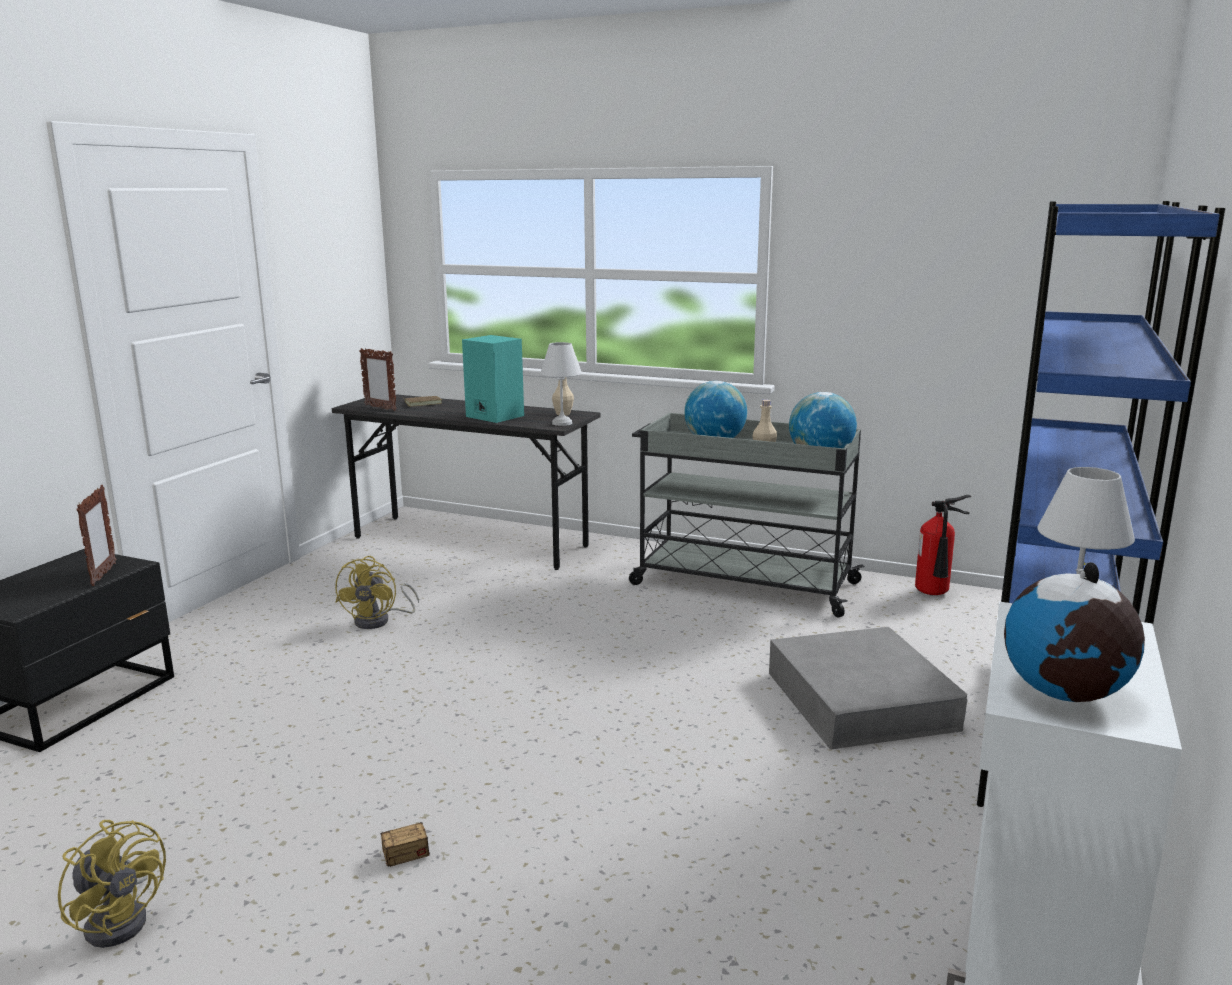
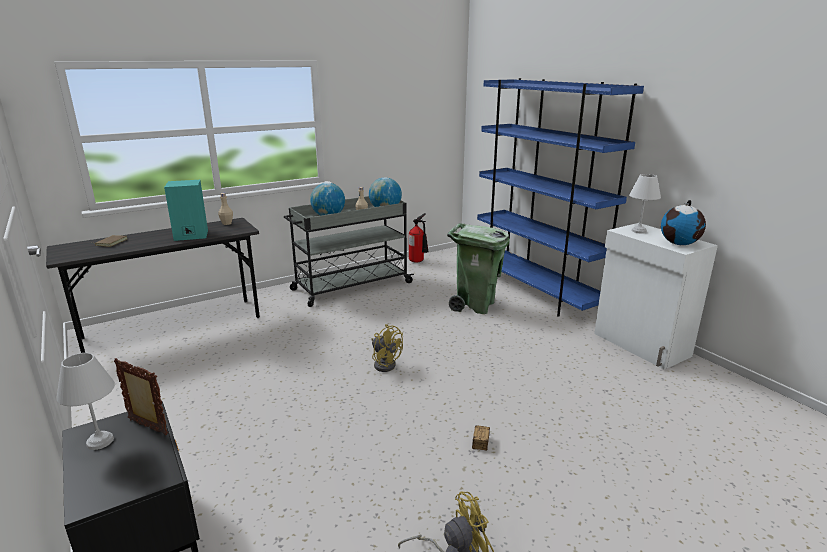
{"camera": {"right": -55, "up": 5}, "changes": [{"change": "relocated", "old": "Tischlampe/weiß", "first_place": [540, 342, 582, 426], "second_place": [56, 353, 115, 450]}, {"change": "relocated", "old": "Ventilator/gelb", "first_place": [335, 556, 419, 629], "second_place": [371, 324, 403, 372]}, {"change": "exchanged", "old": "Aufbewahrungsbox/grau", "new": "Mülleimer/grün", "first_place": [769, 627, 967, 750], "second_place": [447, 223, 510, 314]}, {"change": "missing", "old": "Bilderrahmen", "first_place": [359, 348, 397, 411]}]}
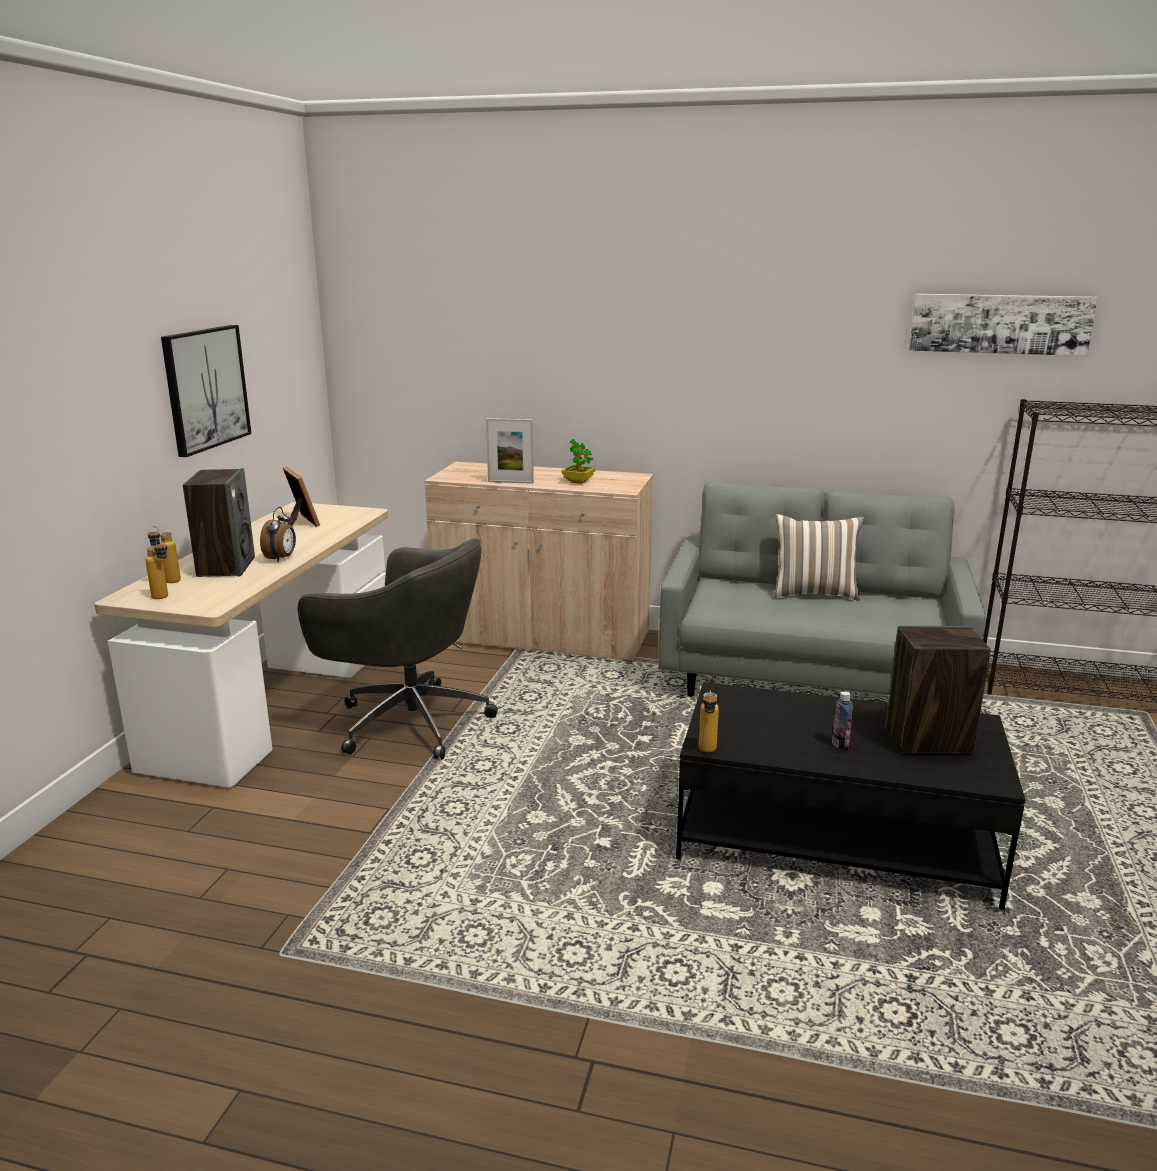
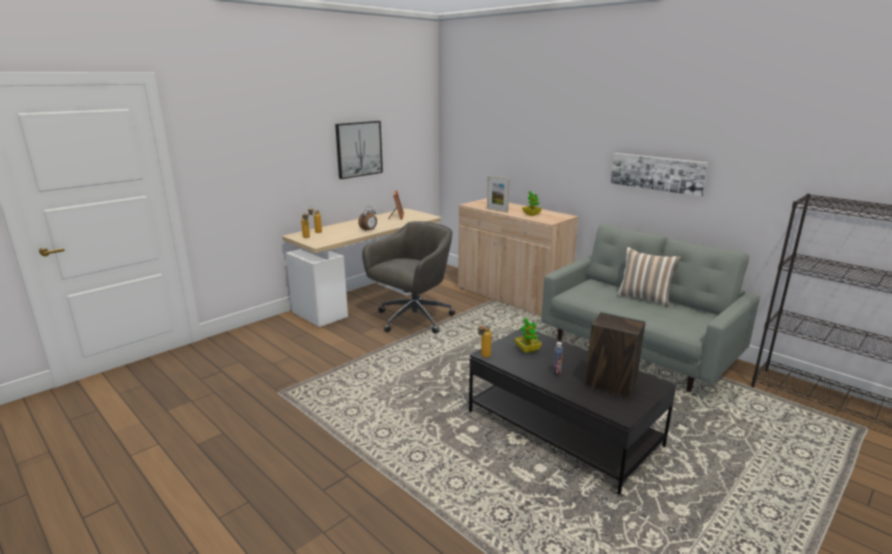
{"camera": {"right": 30, "up": 0}, "changes": [{"change": "spun", "old": "Bürostuhl/grau", "first_place": [298, 539, 498, 760], "second_place": [362, 221, 455, 334], "degrees": -105}, {"change": "appeared", "new": "Topfpflanze", "second_place": [515, 318, 542, 353]}, {"change": "relocated", "old": "Bild", "first_place": [909, 294, 1098, 356], "second_place": [610, 153, 708, 196]}, {"change": "missing", "old": "Lautsprecher", "first_place": [183, 468, 255, 577]}]}
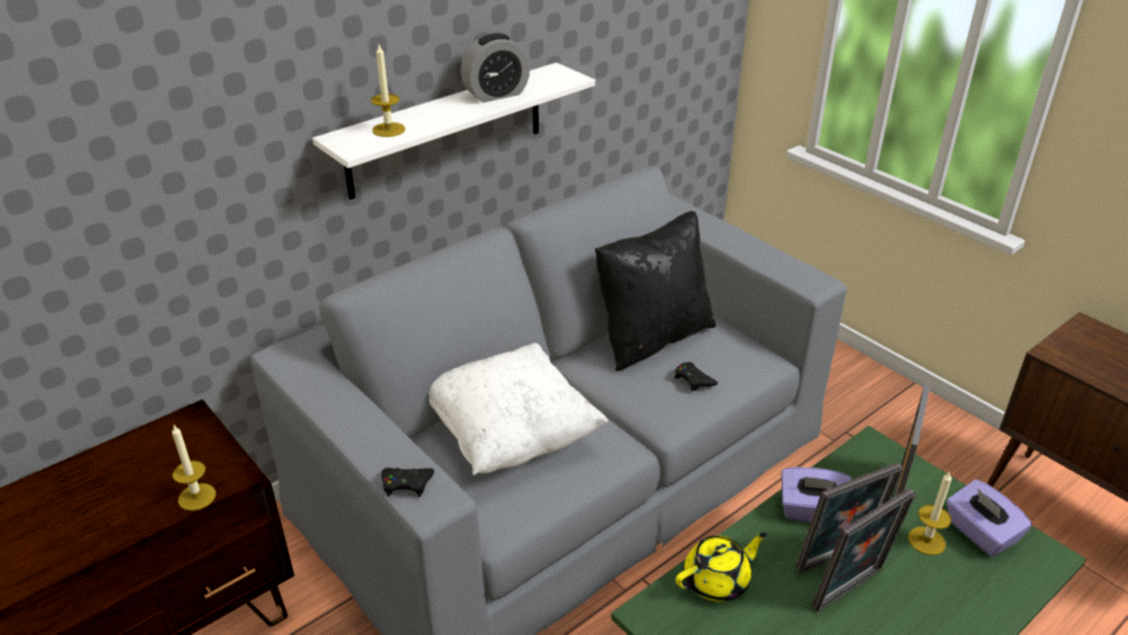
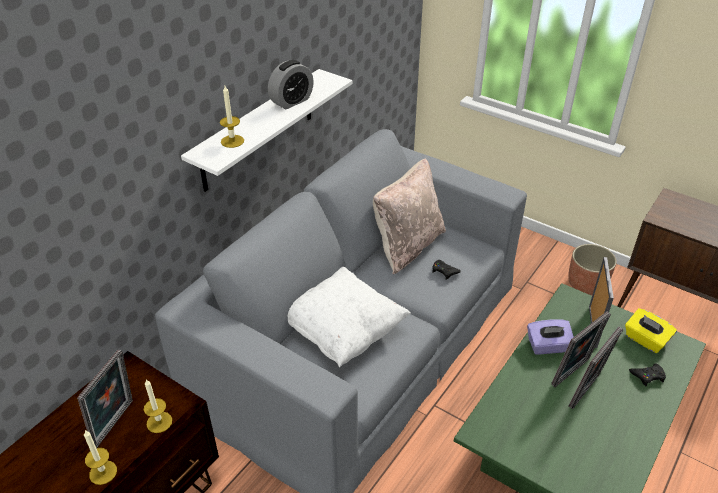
{"camera": {"right": -15, "up": 5}, "changes": [{"change": "appeared", "new": "Bilderrahmen", "second_place": [77, 349, 133, 448]}, {"change": "relocated", "old": "Kerze", "first_place": [908, 471, 952, 555], "second_place": [84, 430, 117, 485]}, {"change": "colour", "old": "Kissen/schwarz", "new": "Kissen/beige", "first_place": [595, 211, 716, 371], "second_place": [373, 159, 446, 274]}, {"change": "appeared", "new": "Pflanzkübel", "second_place": [568, 244, 617, 295]}, {"change": "colour", "old": "Taschentuchbox/lila", "new": "Taschentuchbox/gelb", "first_place": [946, 479, 1032, 556], "second_place": [625, 308, 677, 353]}, {"change": "relocated", "old": "Gamepad/schwarz", "first_place": [381, 468, 434, 497], "second_place": [629, 363, 666, 386]}, {"change": "missing", "old": "Teekanne/gelb", "first_place": [676, 533, 767, 602]}]}
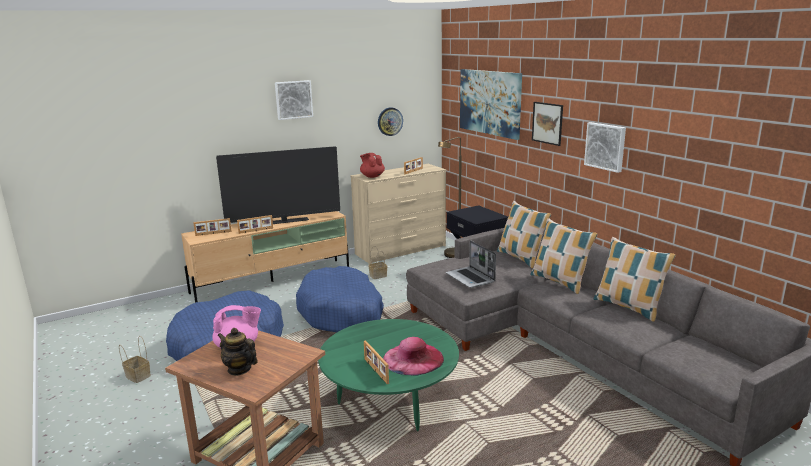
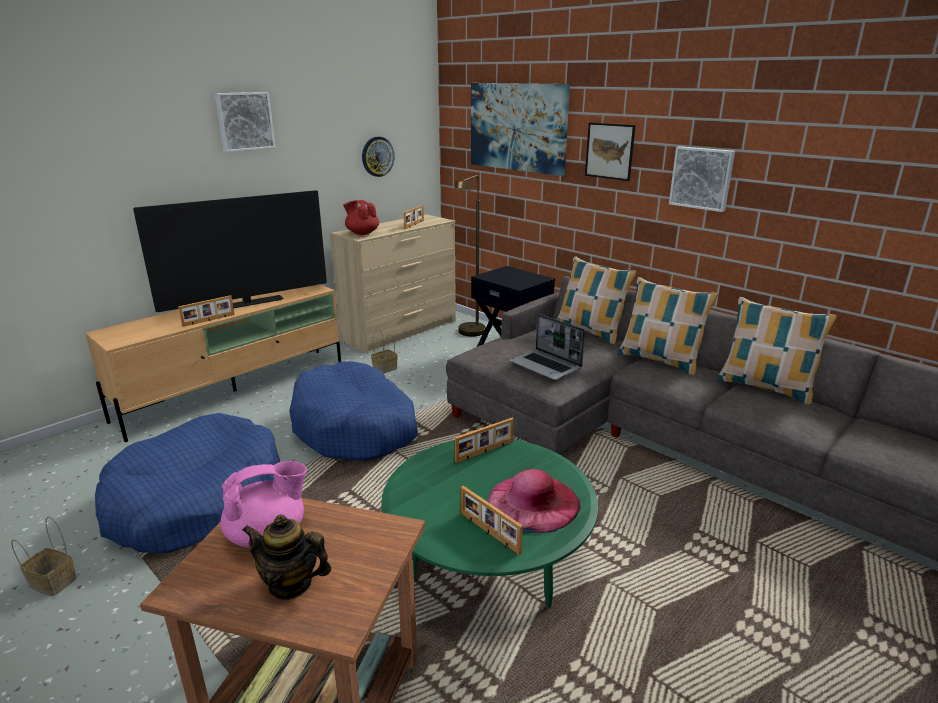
{"camera": {"right": -15, "up": 5}, "changes": [{"change": "relocated", "old": "Bilderrahmen", "first_place": [193, 218, 232, 236], "second_place": [455, 418, 514, 463]}]}
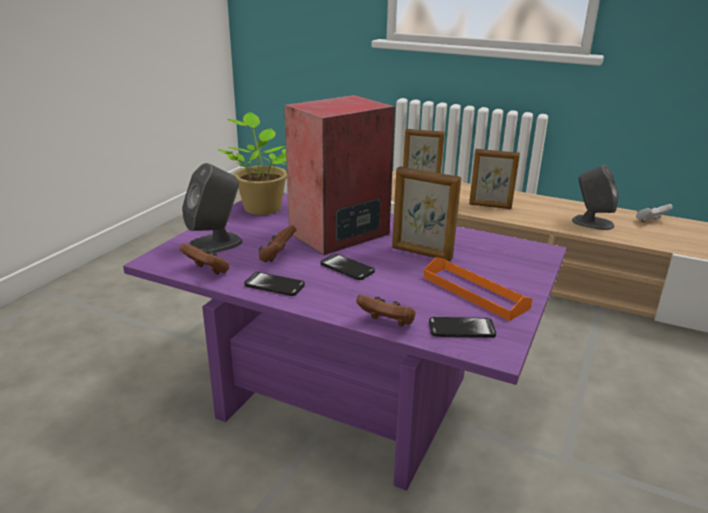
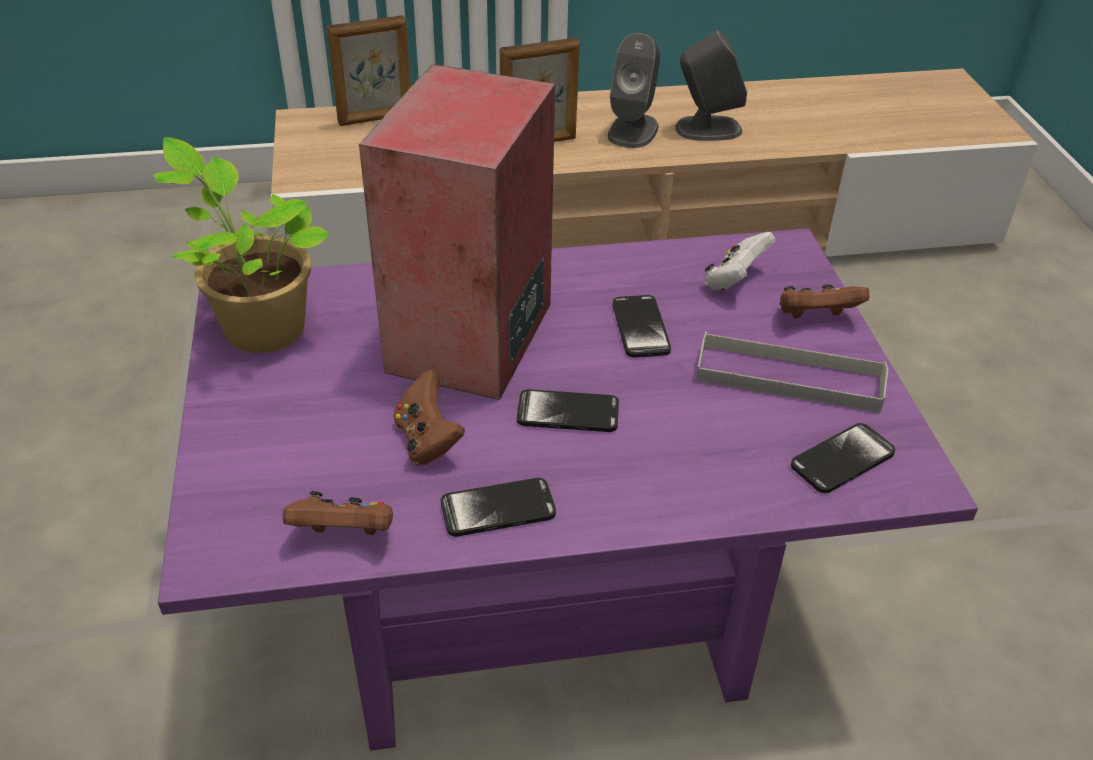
{"camera": {"right": -35, "up": 15}, "changes": [{"change": "relocated", "old": "Lautsprecher/grau", "first_place": [182, 163, 243, 254], "second_place": [608, 33, 660, 148]}, {"change": "exchanged", "old": "Bilderrahmen", "new": "Handy", "first_place": [392, 166, 461, 261], "second_place": [613, 295, 671, 358]}, {"change": "colour", "old": "Tablett/orange", "new": "Tablett/grau", "first_place": [424, 257, 532, 321], "second_place": [696, 332, 888, 413]}, {"change": "relocated", "old": "Gamepad/weiß", "first_place": [636, 204, 673, 222], "second_place": [705, 232, 775, 290]}, {"change": "relocated", "old": "Gamepad/braun", "first_place": [356, 294, 416, 327], "second_place": [779, 284, 870, 319]}]}
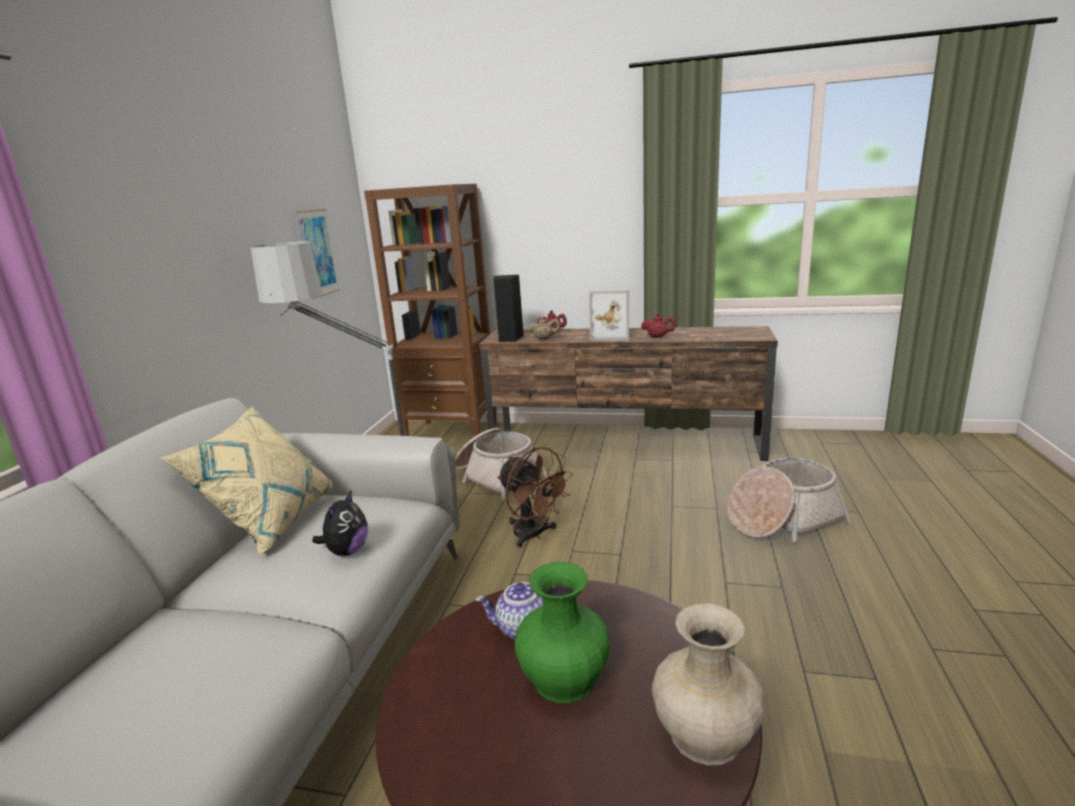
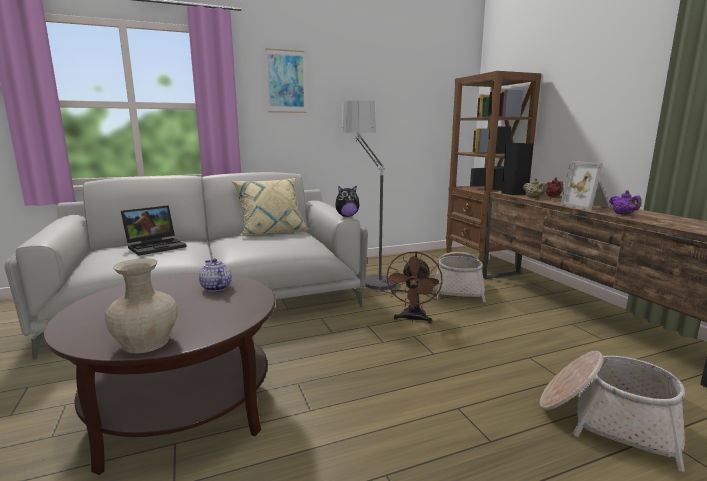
{"camera": {"right": 55, "up": -5}, "changes": [{"change": "appeared", "new": "Laptop", "second_place": [121, 205, 187, 256]}, {"change": "relocated", "old": "Bild", "first_place": [294, 209, 340, 300], "second_place": [265, 48, 306, 113]}, {"change": "relocated", "old": "Plüschtier", "first_place": [312, 491, 368, 556], "second_place": [335, 186, 359, 217]}, {"change": "colour", "old": "Teekanne/rot", "new": "Teekanne/lila", "first_place": [641, 313, 676, 338], "second_place": [609, 190, 642, 215]}, {"change": "missing", "old": "Vase/grün", "first_place": [515, 562, 610, 703]}]}
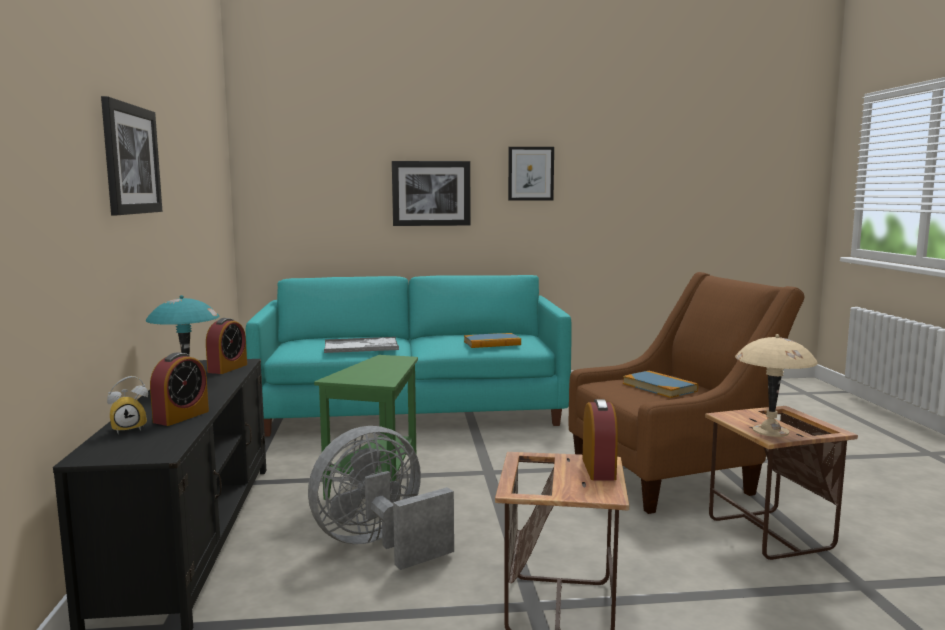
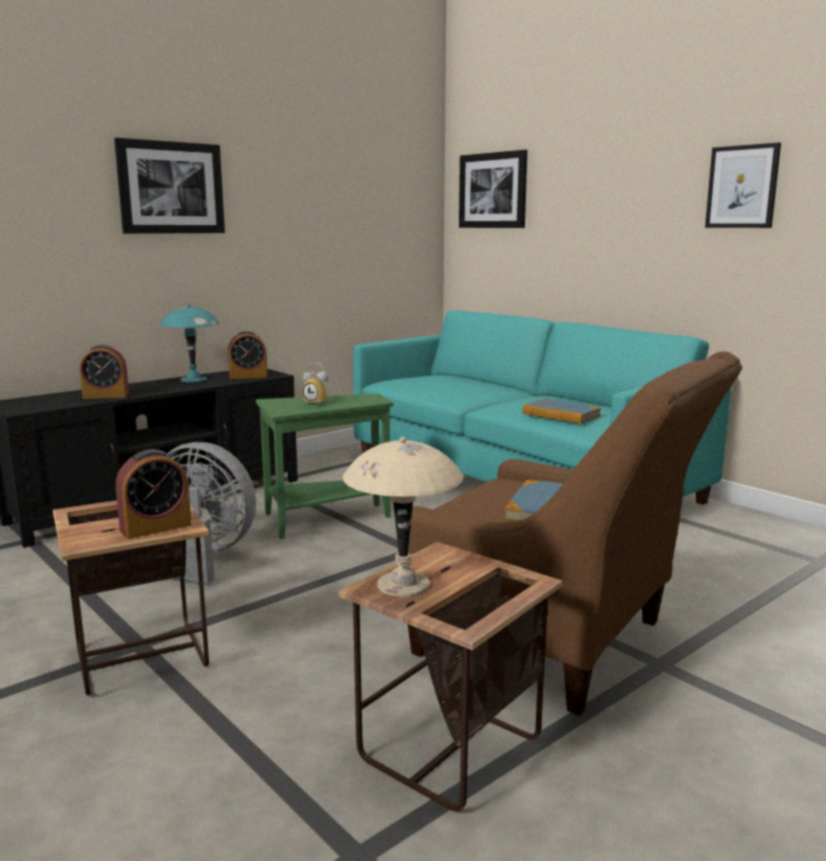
{"camera": {"right": 55, "up": 5}, "changes": [{"change": "relocated", "old": "Wecker", "first_place": [107, 376, 148, 434], "second_place": [303, 363, 328, 406]}, {"change": "relocated", "old": "Bild", "first_place": [392, 161, 470, 226], "second_place": [459, 150, 528, 228]}, {"change": "missing", "old": "Tablett", "first_place": [324, 337, 399, 353]}]}
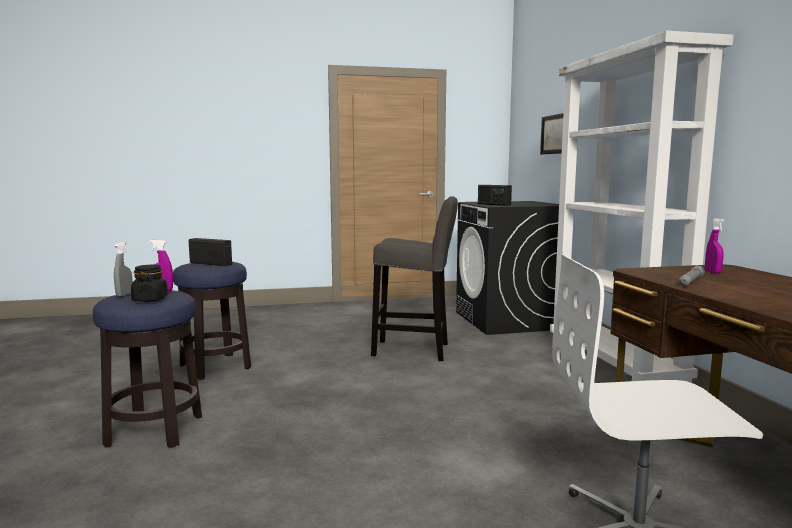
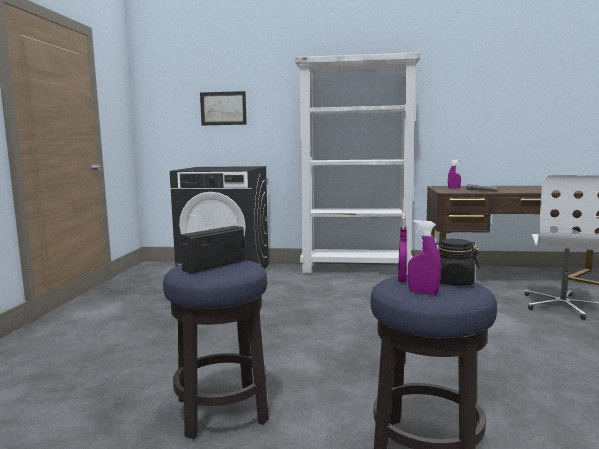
{"camera": {"right": -70, "up": 0}, "changes": [{"change": "colour", "old": "Sprühflasche/grau", "new": "Sprühflasche/lila", "first_place": [114, 241, 133, 297], "second_place": [408, 220, 441, 295]}, {"change": "missing", "old": "Hocker/grau", "first_place": [371, 196, 458, 361]}, {"change": "missing", "old": "Radio", "first_place": [478, 185, 512, 206]}]}
